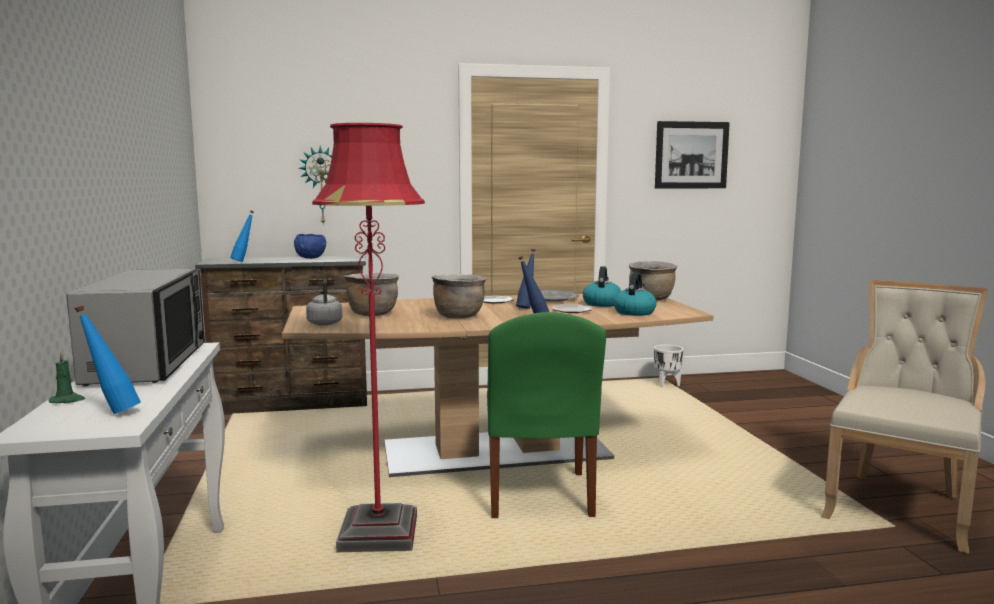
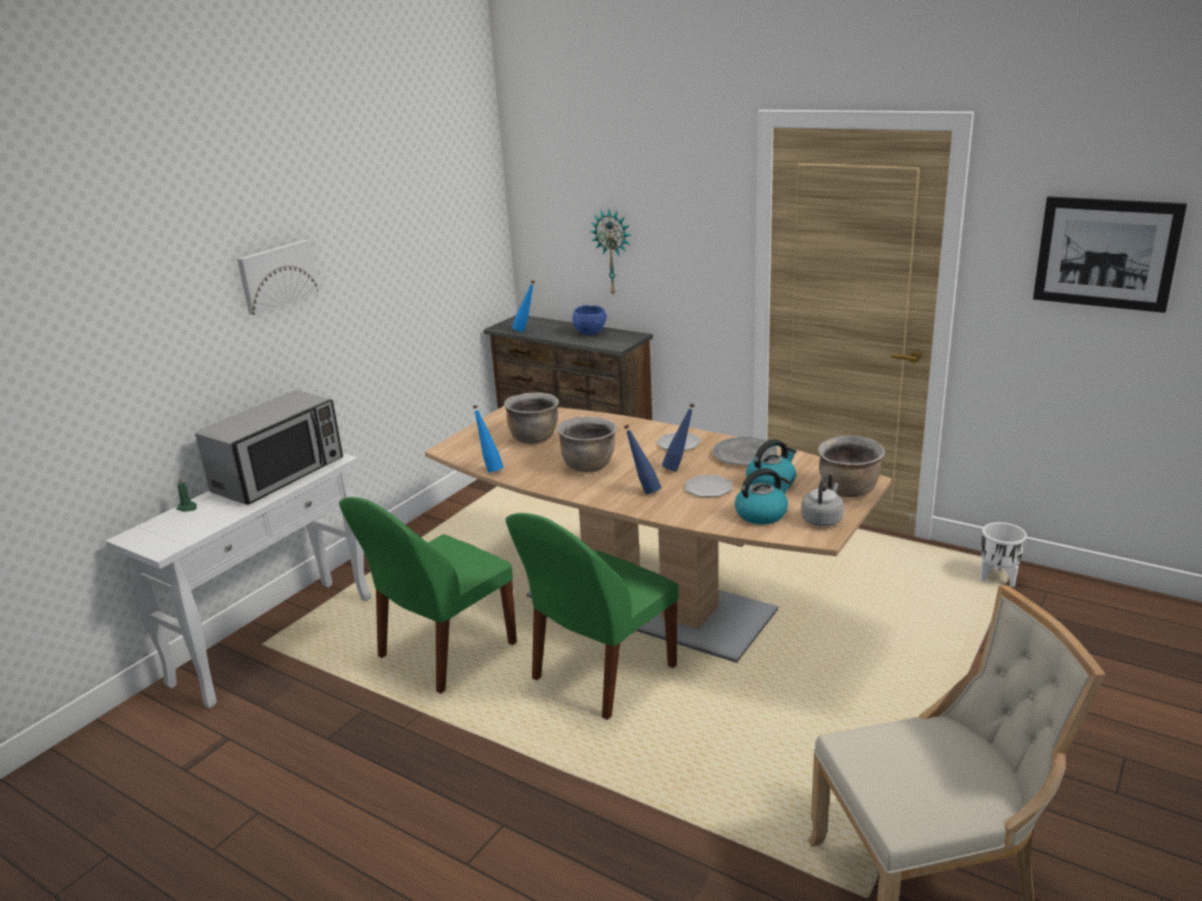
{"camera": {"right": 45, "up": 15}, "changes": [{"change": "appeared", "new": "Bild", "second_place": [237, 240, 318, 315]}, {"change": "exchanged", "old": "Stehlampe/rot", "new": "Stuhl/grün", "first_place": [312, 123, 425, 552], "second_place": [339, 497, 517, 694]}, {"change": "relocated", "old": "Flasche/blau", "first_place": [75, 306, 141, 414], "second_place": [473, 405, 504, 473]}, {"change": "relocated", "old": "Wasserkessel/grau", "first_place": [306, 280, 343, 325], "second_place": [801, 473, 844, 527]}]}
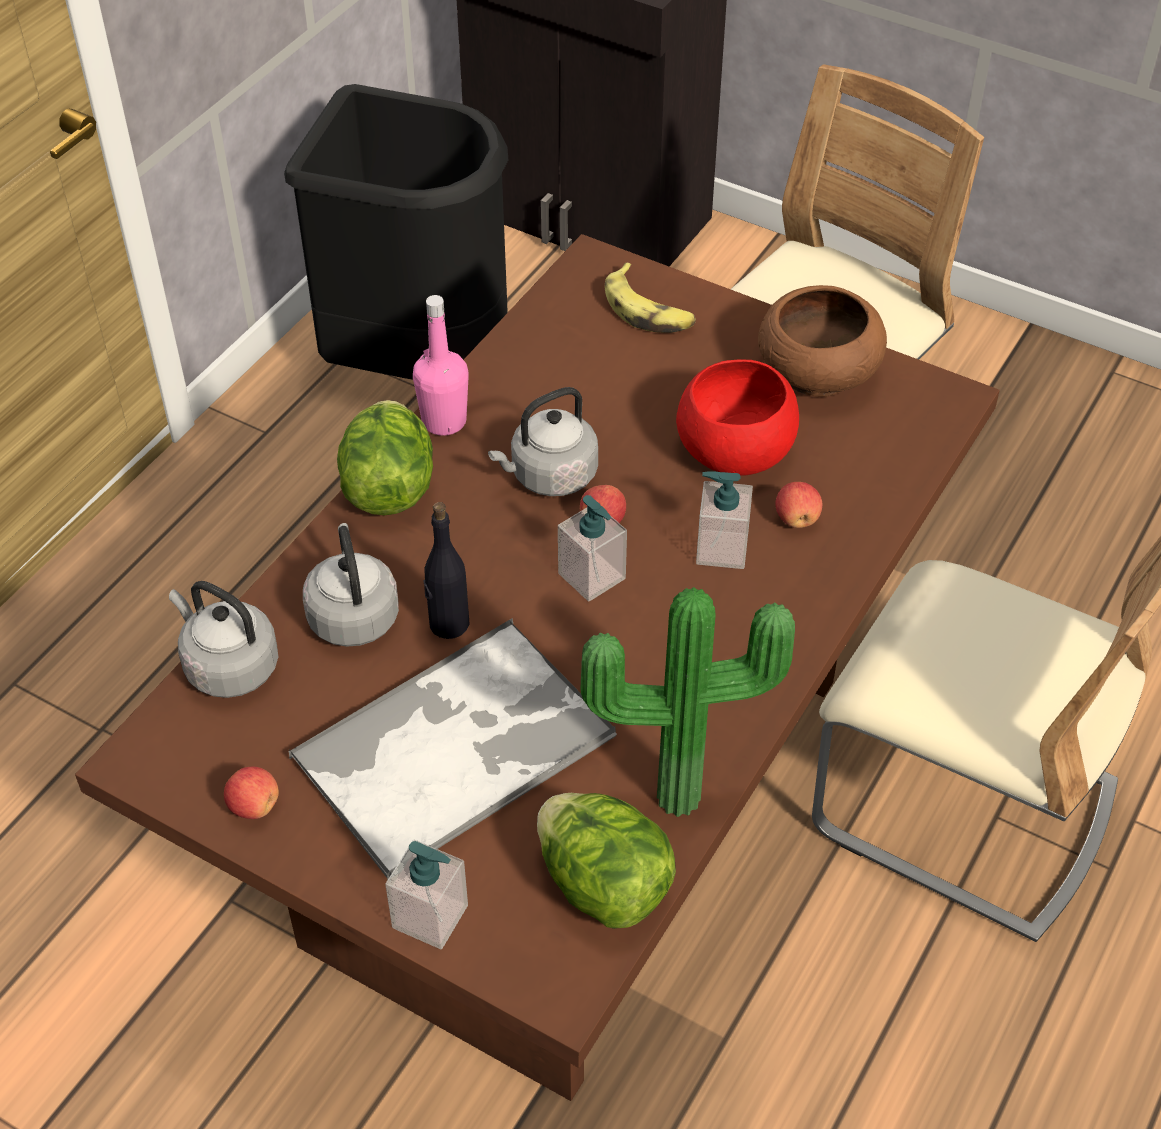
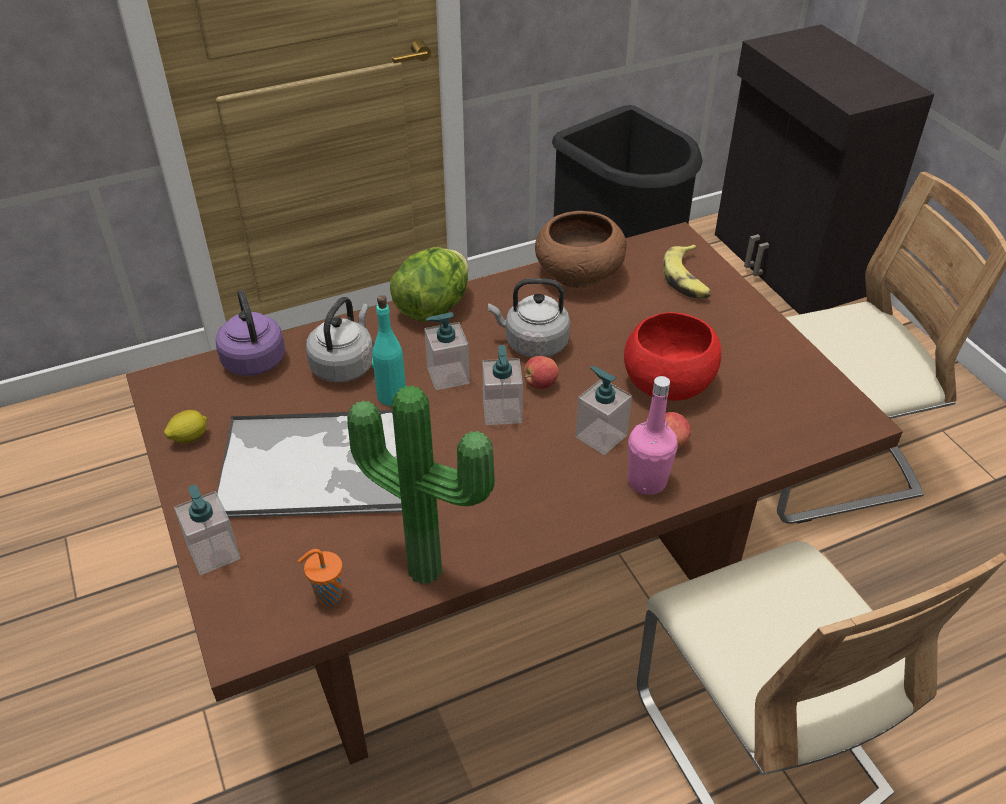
{"camera": {"right": 35, "up": -5}, "changes": [{"change": "exchanged", "old": "Apfel", "new": "Zitrone", "first_place": [224, 767, 279, 819], "second_place": [164, 410, 207, 443]}, {"change": "colour", "old": "Wasserkessel/grau", "new": "Wasserkessel/lila", "first_place": [169, 581, 278, 698], "second_place": [216, 289, 285, 376]}, {"change": "exchanged", "old": "Salatkopf", "new": "Tasse/orange", "first_place": [537, 793, 676, 929], "second_place": [298, 549, 342, 606]}, {"change": "colour", "old": "Flasche/schwarz", "new": "Flasche/türkis", "first_place": [424, 502, 469, 639], "second_place": [372, 295, 406, 406]}, {"change": "appeared", "new": "Seifenspender", "second_place": [425, 312, 469, 390]}, {"change": "relocated", "old": "Schüssel/braun", "first_place": [758, 285, 887, 397], "second_place": [535, 211, 627, 288]}, {"change": "relocated", "old": "Flasche/rosa", "first_place": [413, 295, 469, 436], "second_place": [628, 376, 678, 495]}]}
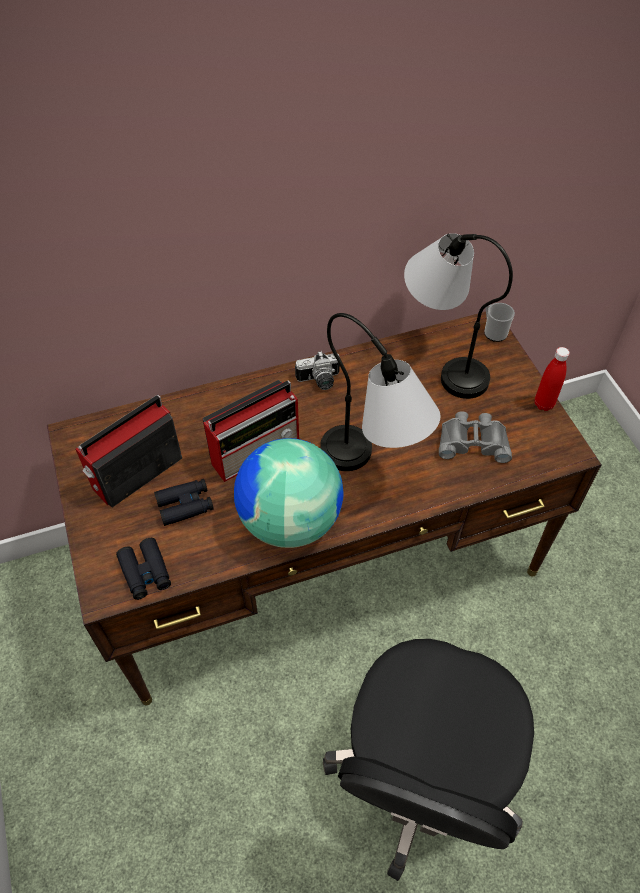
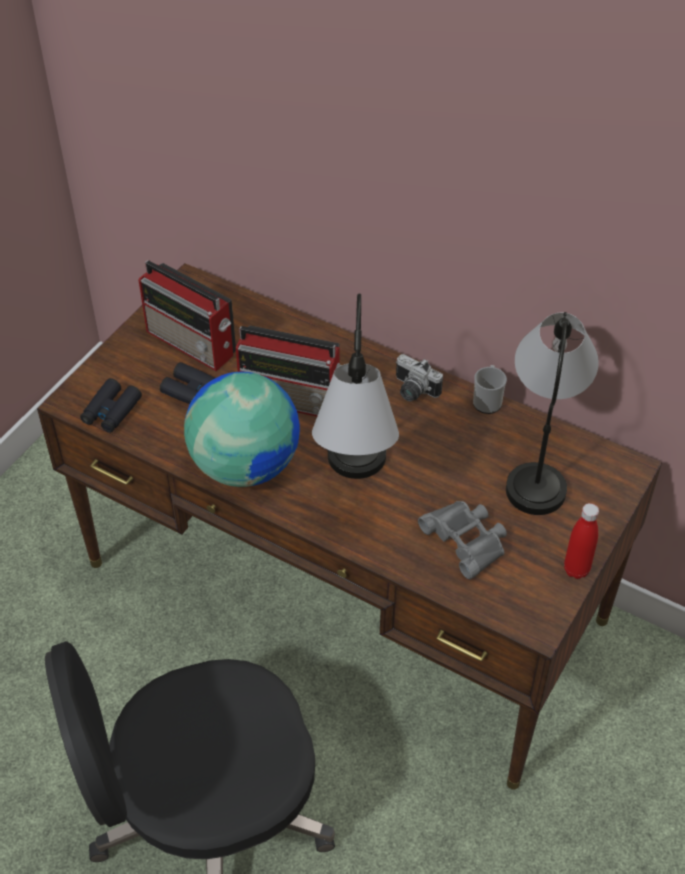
{"camera": {"right": 50, "up": -5}, "changes": [{"change": "spun", "old": "Radio", "first_place": [76, 395, 182, 508], "second_place": [138, 260, 236, 371], "degrees": -150}, {"change": "relocated", "old": "Henkelbecher", "first_place": [484, 303, 515, 342], "second_place": [473, 365, 507, 414]}]}
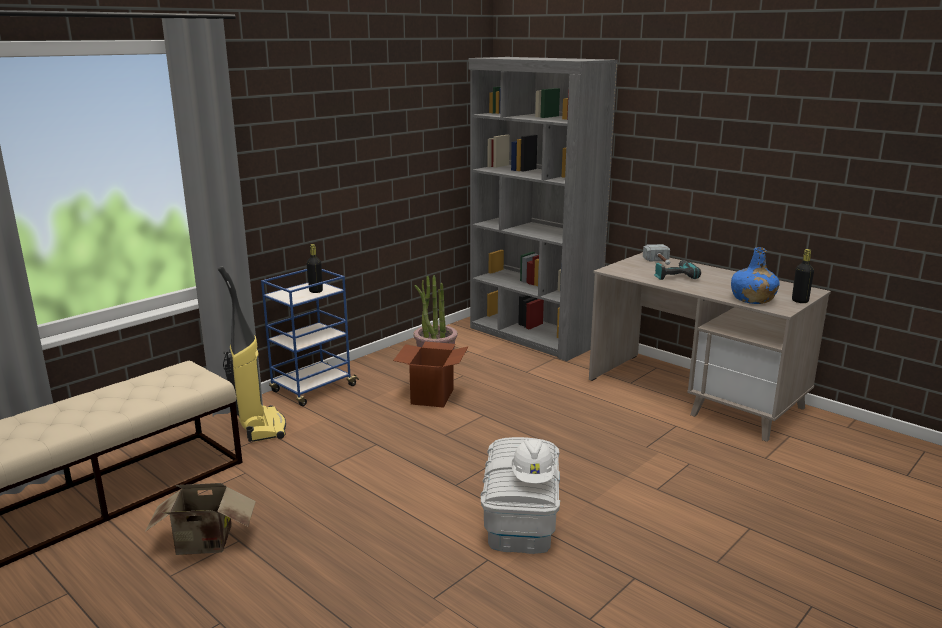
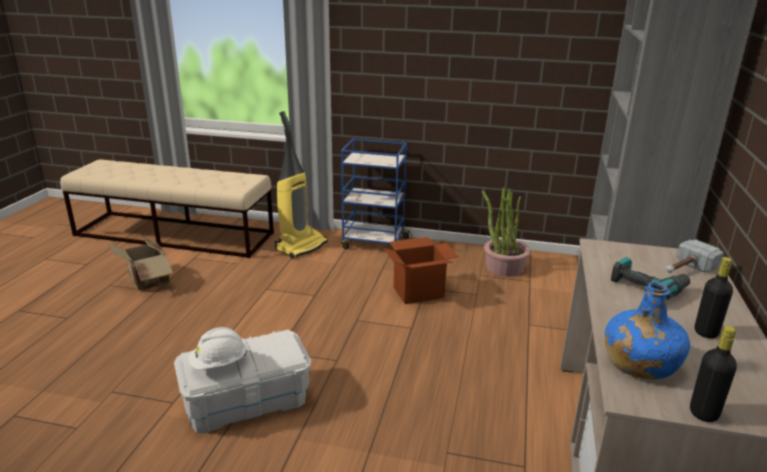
{"camera": {"right": 60, "up": 5}, "changes": [{"change": "relocated", "old": "Flasche/schwarz", "first_place": [307, 244, 323, 293], "second_place": [695, 257, 733, 339]}]}
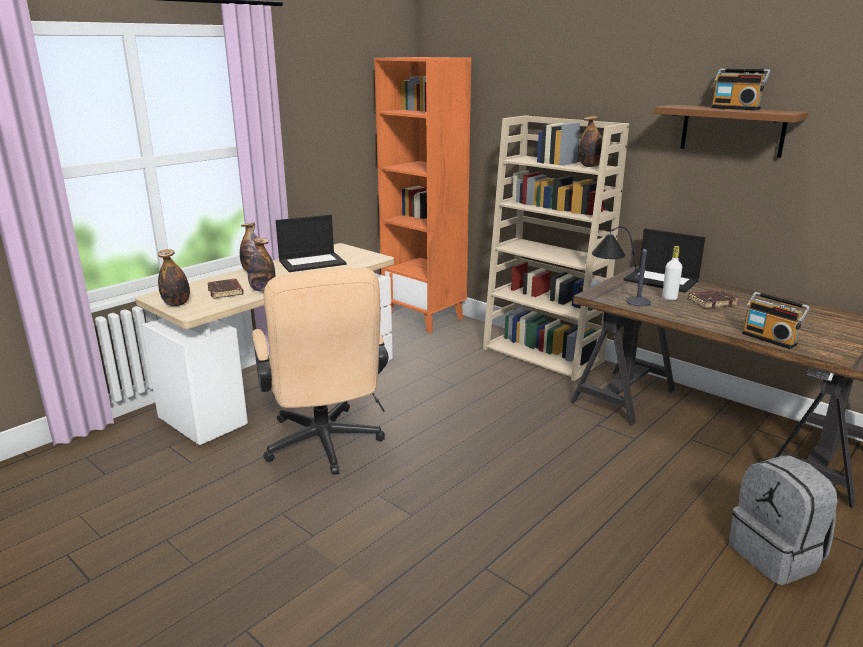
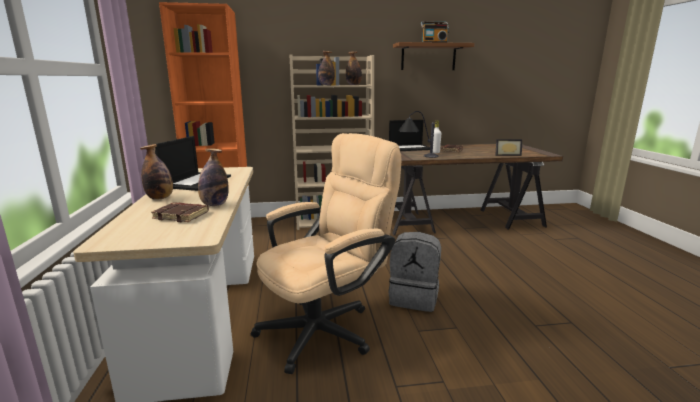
{"camera": {"right": -50, "up": -5}, "changes": [{"change": "spun", "old": "Bürostuhl/beige", "first_place": [252, 268, 388, 475], "second_place": [251, 133, 402, 374], "degrees": -60}, {"change": "relocated", "old": "Flasche", "first_place": [158, 249, 190, 306], "second_place": [318, 51, 335, 85]}, {"change": "relocated", "old": "Rucksack/grau", "first_place": [728, 455, 837, 585], "second_place": [388, 232, 441, 312]}, {"change": "exchanged", "old": "Radio", "new": "Bilderrahmen", "first_place": [742, 292, 810, 349], "second_place": [495, 139, 523, 156]}]}
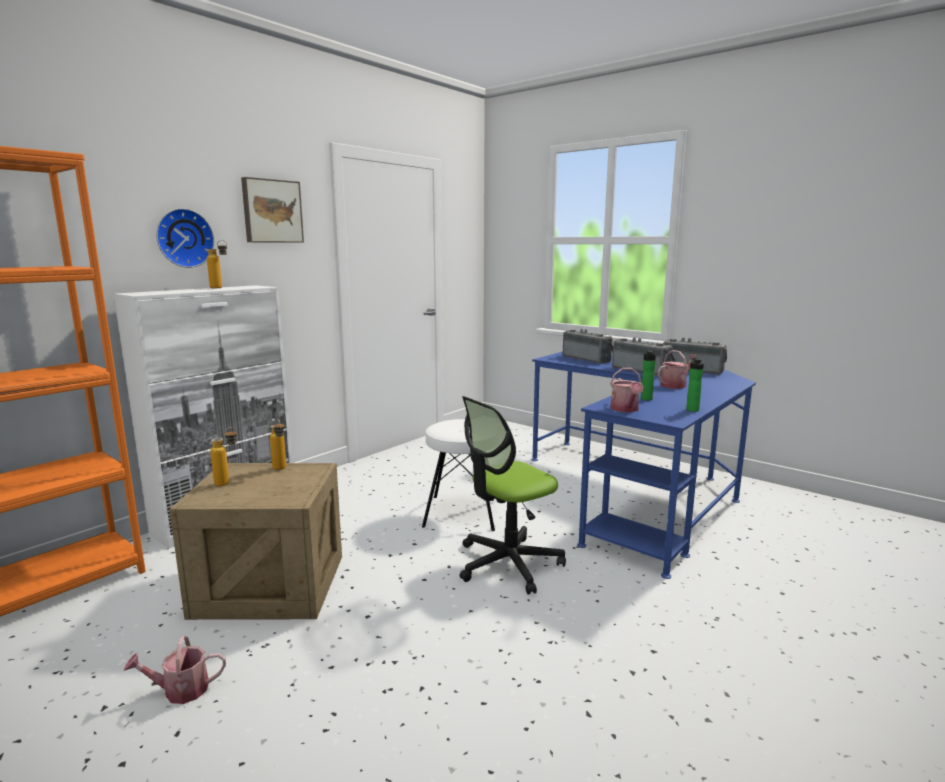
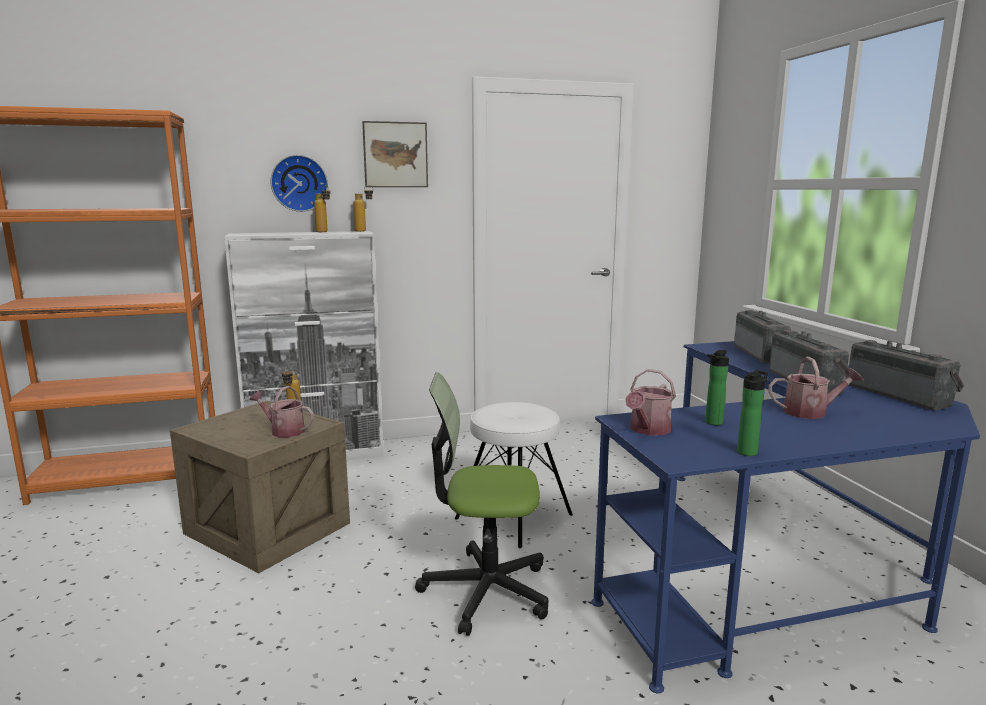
{"camera": {"right": 35, "up": 0}, "changes": [{"change": "relocated", "old": "Gießkanne", "first_place": [124, 636, 226, 704], "second_place": [249, 386, 314, 438]}, {"change": "relocated", "old": "Flasche", "first_place": [210, 427, 237, 486], "second_place": [353, 185, 373, 232]}]}
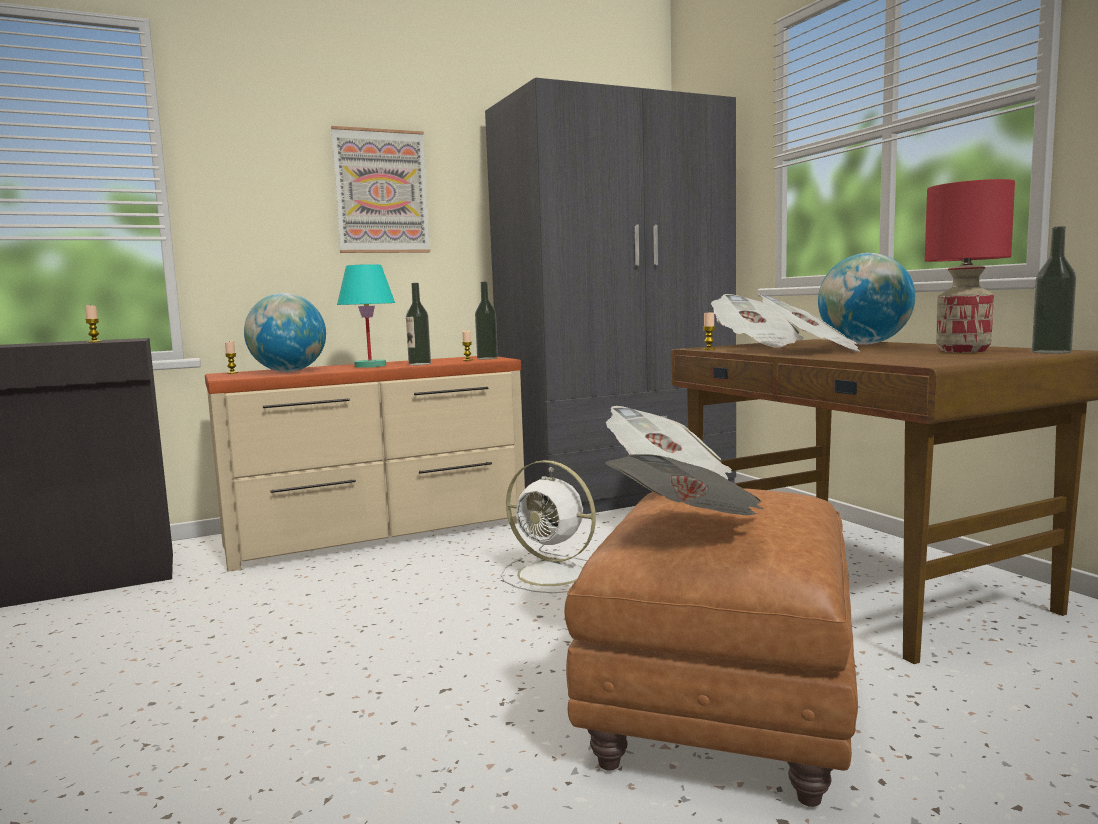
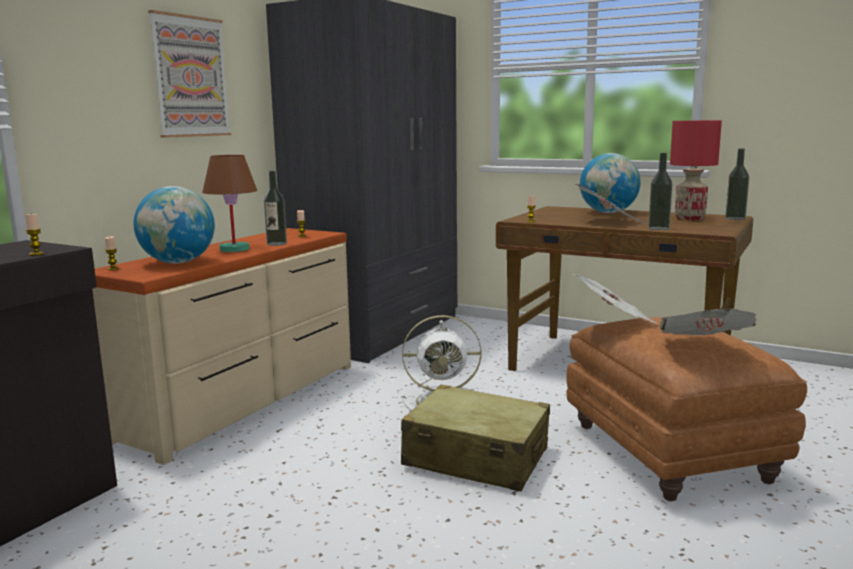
{"camera": {"right": -35, "up": 5}, "changes": [{"change": "colour", "old": "Tischlampe/türkis", "new": "Tischlampe/braun", "first_place": [337, 264, 395, 368], "second_place": [202, 155, 257, 252]}, {"change": "appeared", "new": "Koffer/beige", "second_place": [401, 384, 550, 491]}, {"change": "relocated", "old": "Flasche", "first_place": [475, 281, 498, 359], "second_place": [648, 153, 673, 230]}, {"change": "missing", "old": "Zeitung", "first_place": [711, 294, 804, 348]}]}
